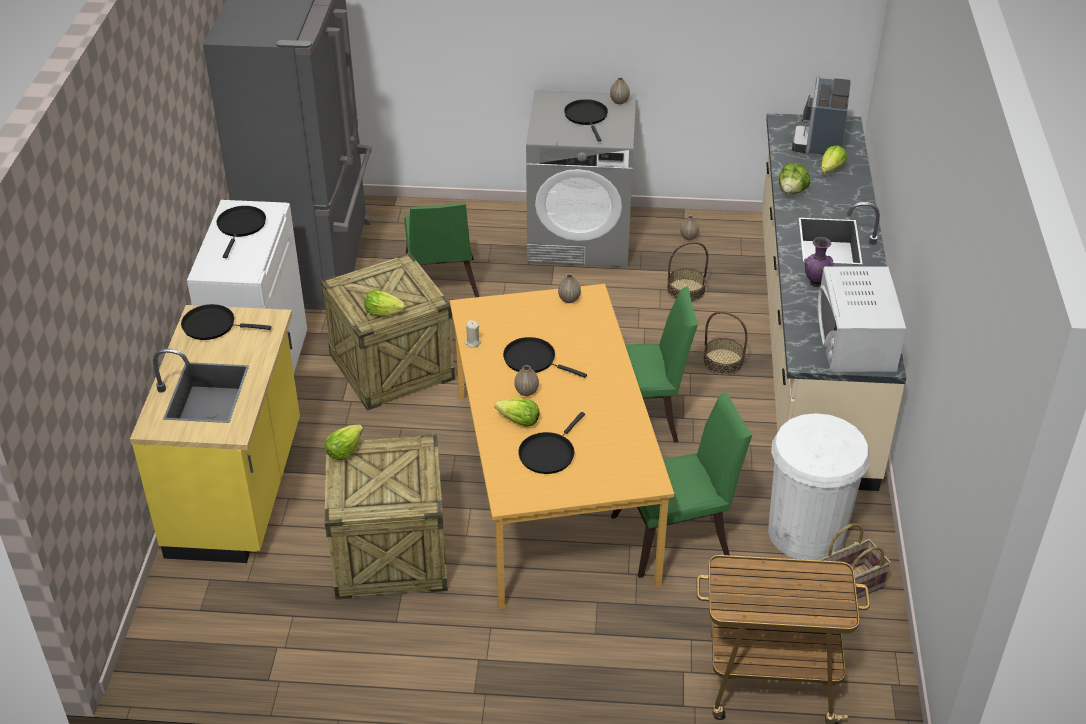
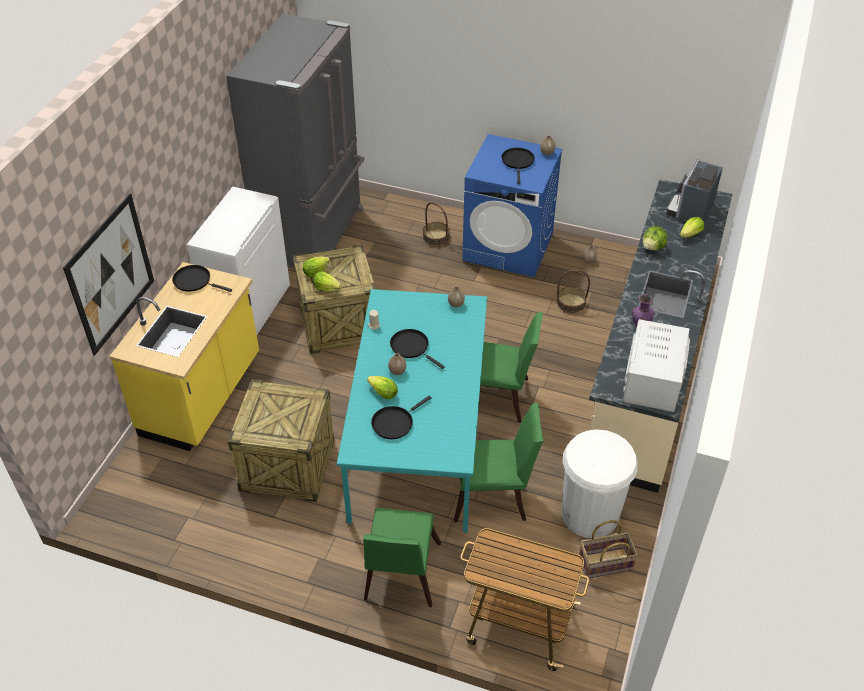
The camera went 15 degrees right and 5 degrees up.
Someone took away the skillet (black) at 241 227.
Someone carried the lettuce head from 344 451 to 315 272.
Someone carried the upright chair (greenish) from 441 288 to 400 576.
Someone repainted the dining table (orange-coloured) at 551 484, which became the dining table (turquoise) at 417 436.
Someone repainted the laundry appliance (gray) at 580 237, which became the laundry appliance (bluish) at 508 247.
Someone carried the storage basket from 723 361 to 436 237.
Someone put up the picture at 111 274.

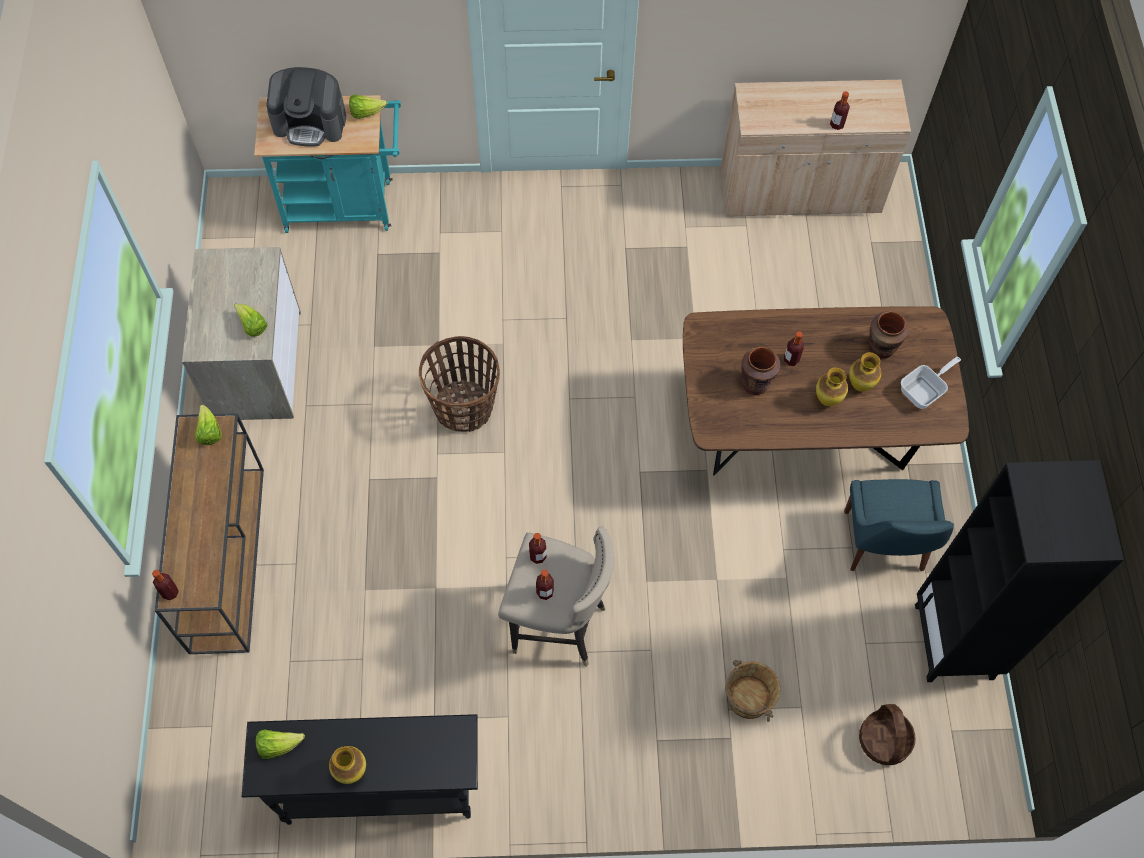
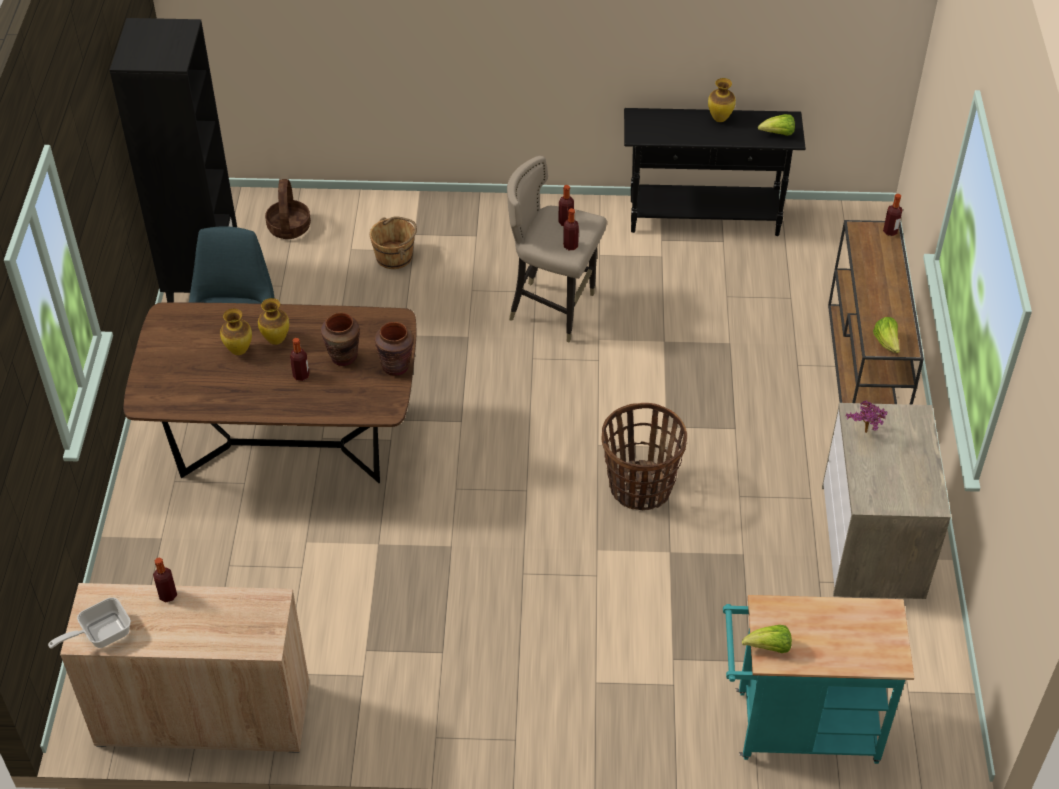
The camera went 175 degrees left and 15 degrees down.
Someone swapped the lettuce head at 252 326 for the plant in a pot at 865 434.
Someone took away the coffee brewer at 310 122.
Someone carried the vase (brown-coloured) from 881 348 to 396 366.
Someone carried the skillet from 924 391 to 100 634.

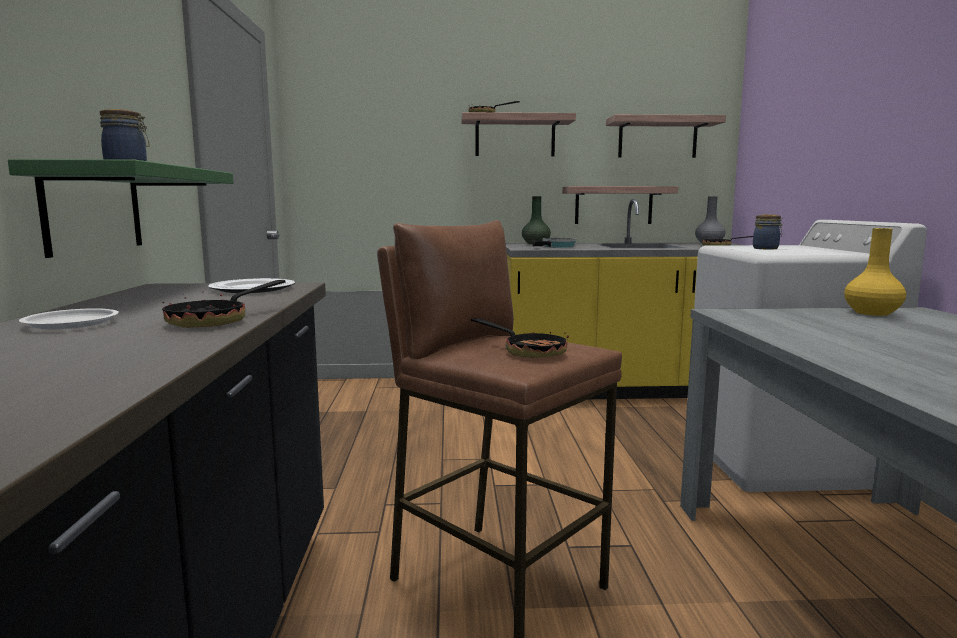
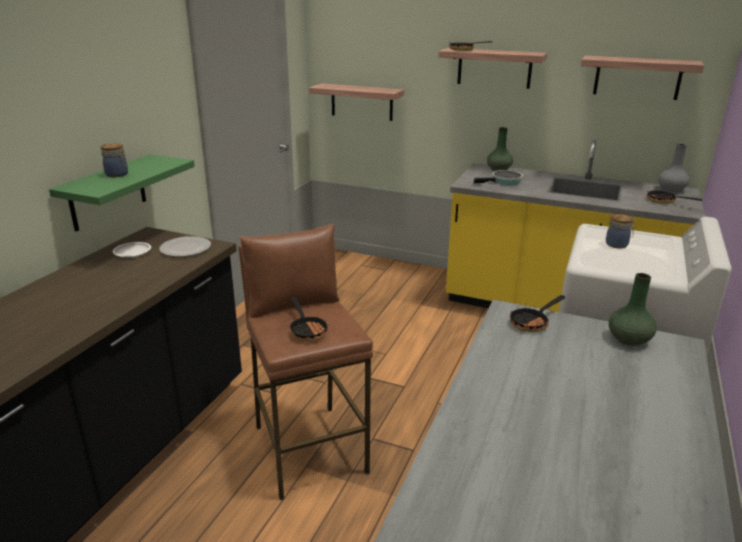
The camera went 25 degrees right and 15 degrees up.
Someone carried the dinner plate (white-coloured) from 71 324 to 132 252.
Someone carried the skillet from 217 320 to 532 322.
Someone carried the shelf from 613 205 to 361 102.
Someone repainted the vase (yellowish) at 872 313, which became the vase (greenish) at 629 339.

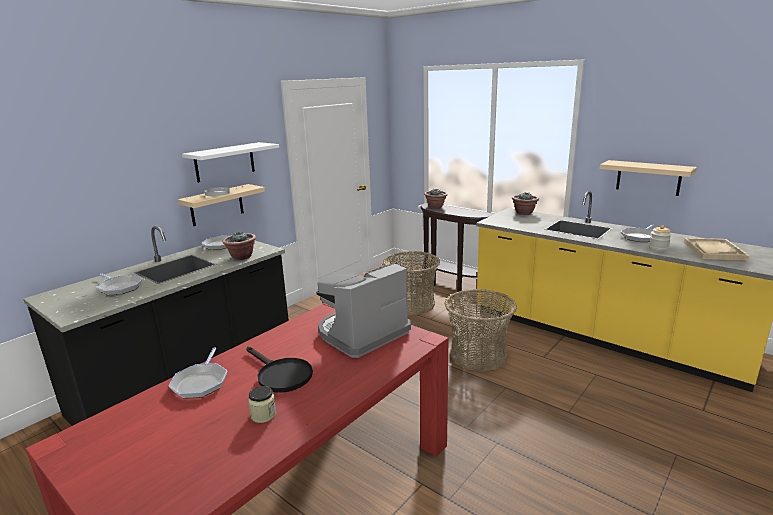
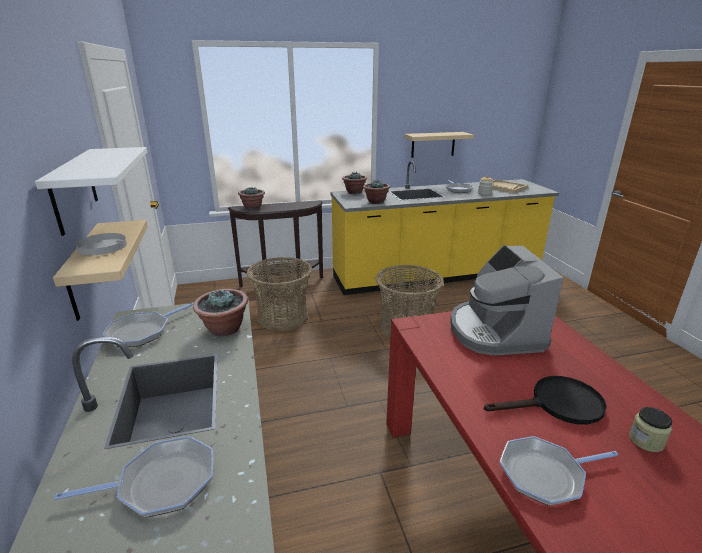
The camera went 55 degrees left and 5 degrees up.
Someone rotated the skillet at 201 382 by 135 degrees clockwise.
Someone put down the plant in a pot at 376 202.

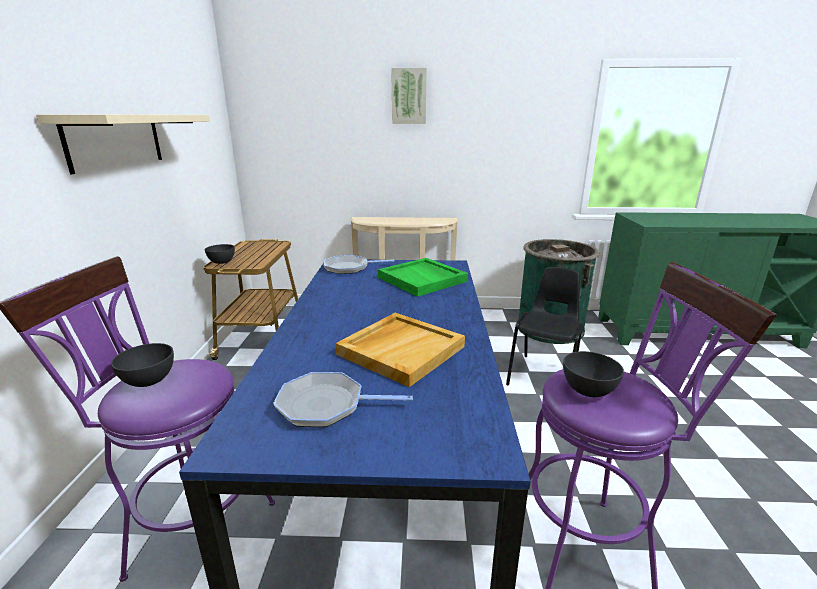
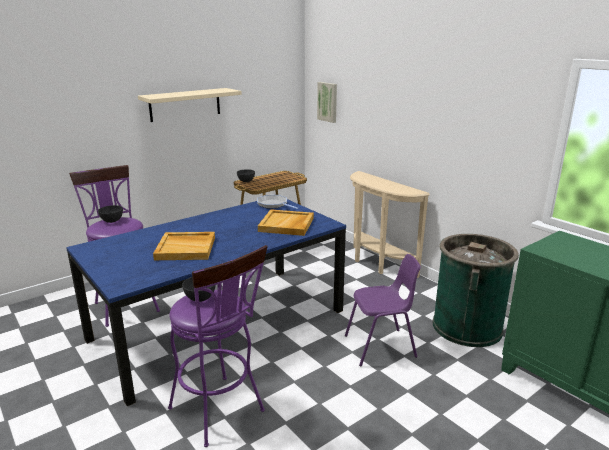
The camera went 50 degrees right and 0 degrees up.
Someone took away the skillet at 326 405.
Someone repainted the carrying tray (greenish) at 423 279, which became the carrying tray (beige) at 286 225.
Someone carried the picture from 409 96 to 328 102.
Someone repainted the upright chair (black) at 543 376, which became the upright chair (purplish) at 381 347.

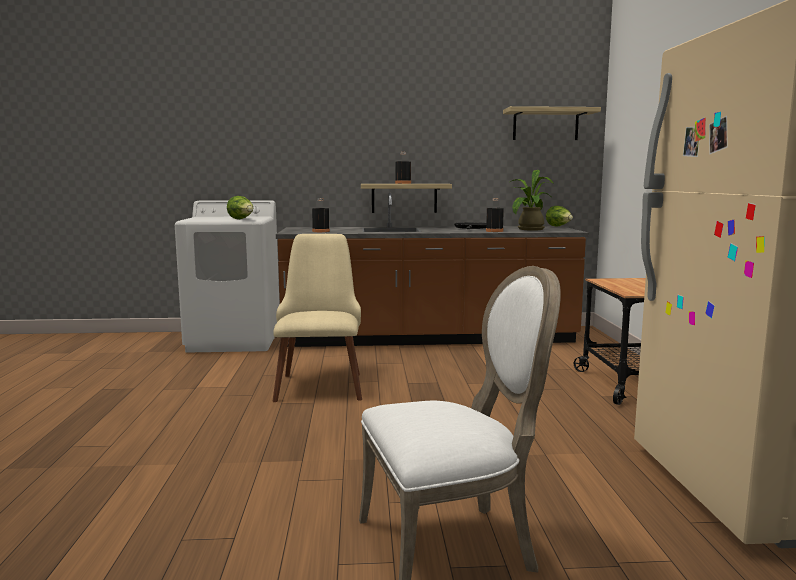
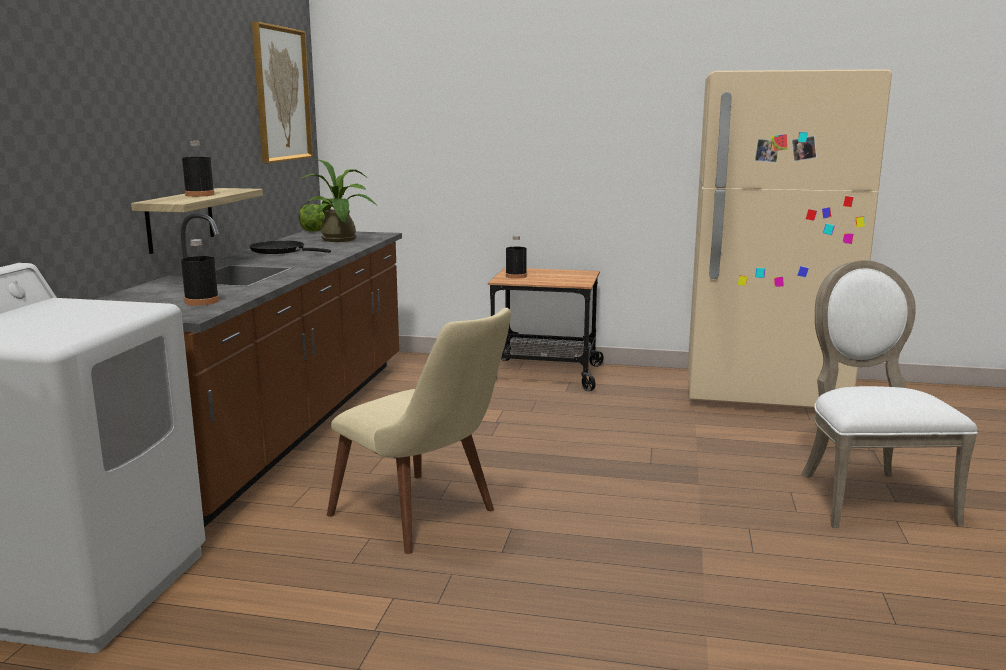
The camera went 75 degrees left and 5 degrees up.
Someone took away the lettuce head at 241 219.
Someone rotated the upright chair (beige) at 320 382 by 150 degrees counterclockwise.
Someone carried the drink bottle (black) from 494 231 to 516 276.
Someone swapped the shelf at 545 125 for the picture at 281 94.

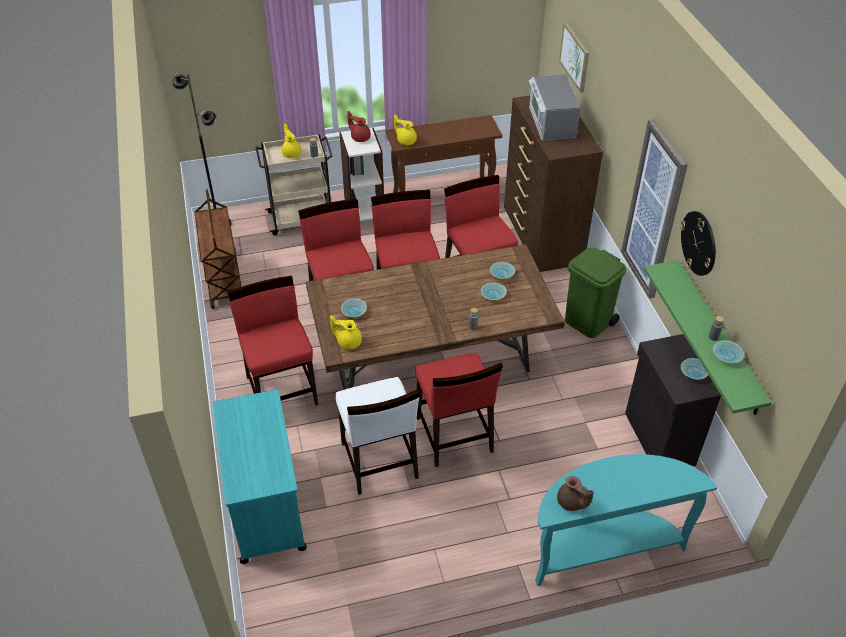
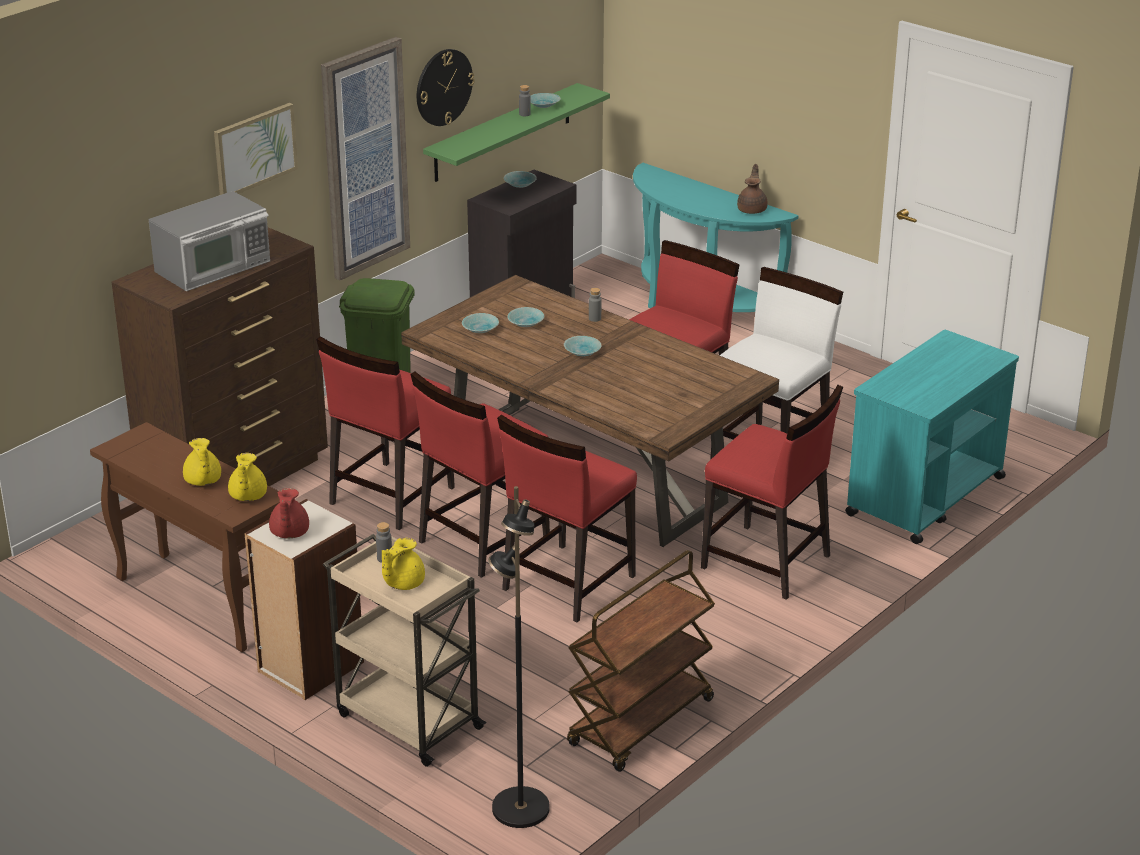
The camera went 125 degrees left and 15 degrees down.
Someone rotated the upright chair (reddish) at 282 389 by 90 degrees counterclockwise.
Someone carried the tea pot (yellowish) from 348 341 to 202 481.
Someone carried the deep dish (turquoise) from 354 312 to 583 352.
Someone carried the picture from 575 57 to 254 150.

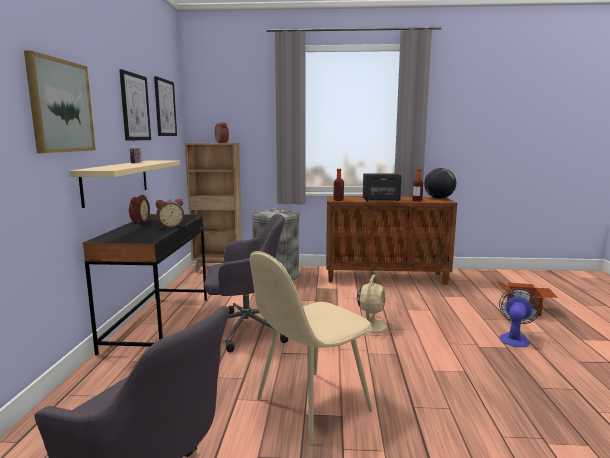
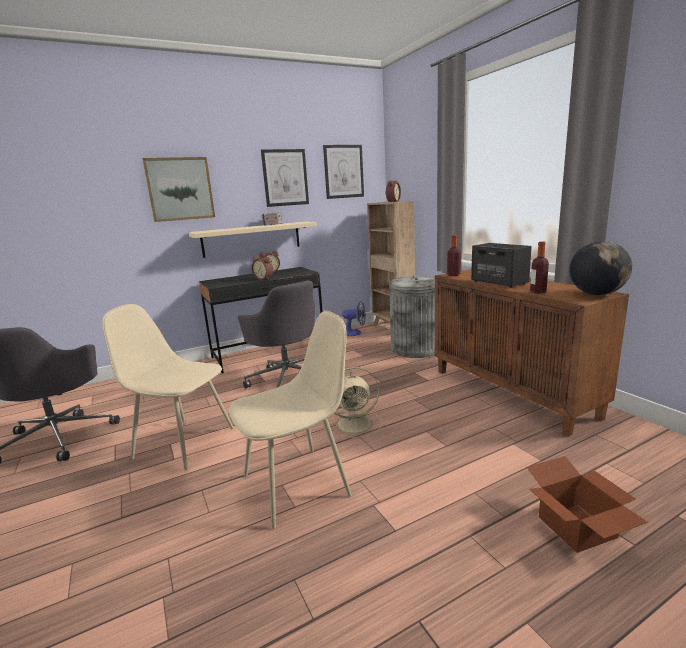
The camera went 60 degrees right and 5 degrees up.
Someone carried the cooling fan from 514 338 to 355 333.
Someone put down the upright chair (beige) at 298 484.

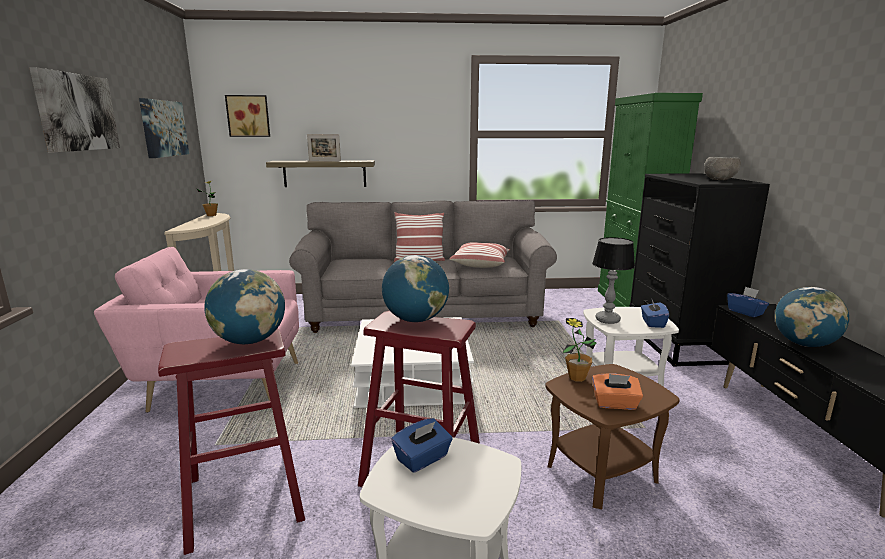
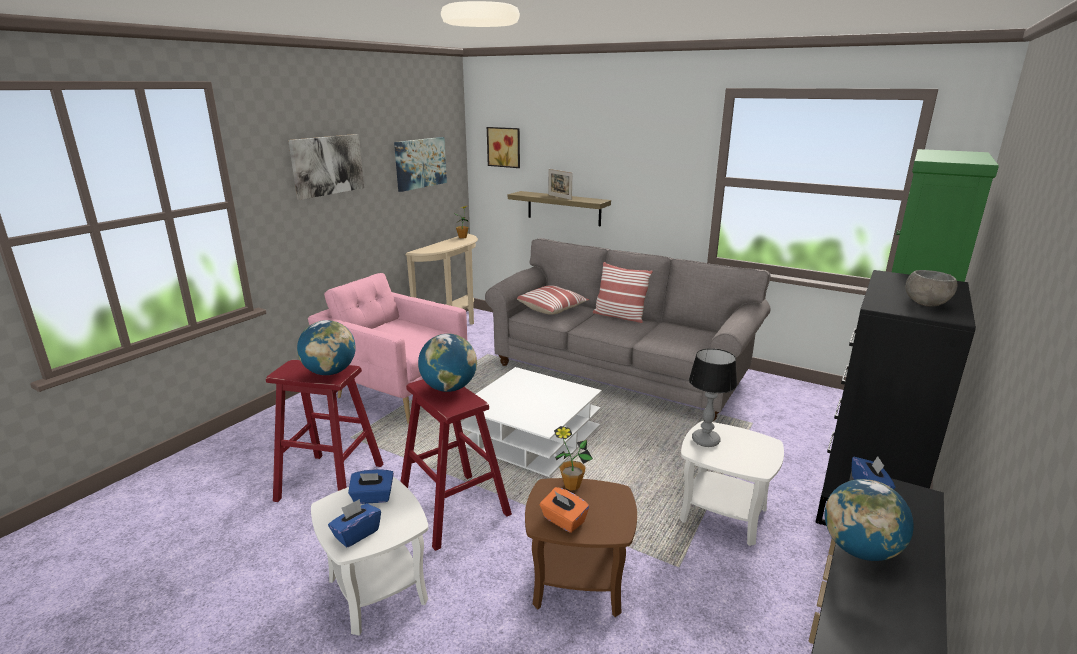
The camera went 35 degrees right and 5 degrees up.
Someone carried the pillow from 480 264 to 552 308.
Someone carried the box of tissues (bluish) from 652 323 to 356 534.

